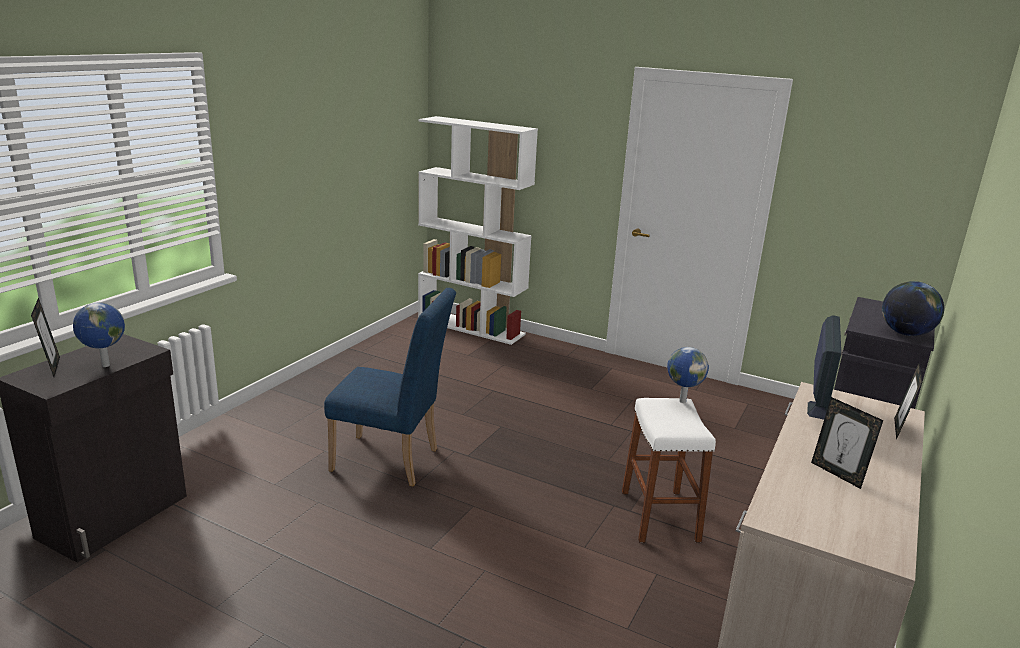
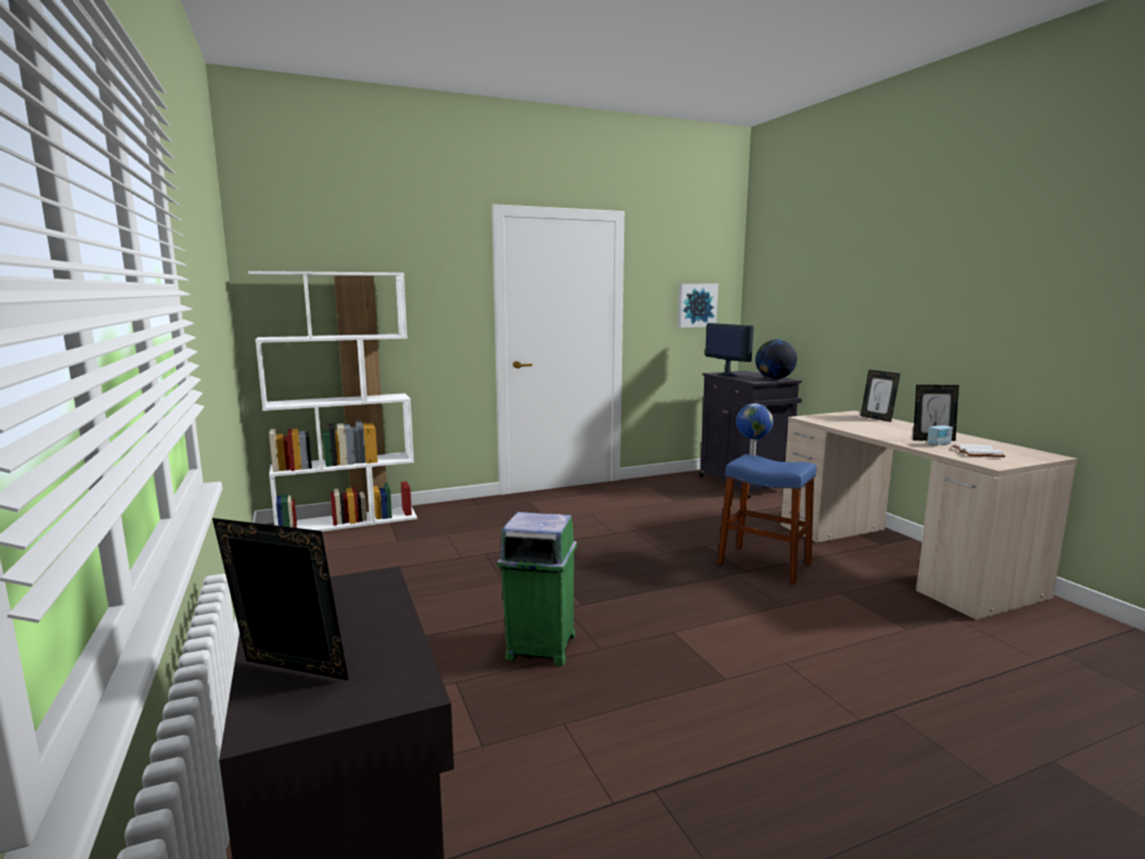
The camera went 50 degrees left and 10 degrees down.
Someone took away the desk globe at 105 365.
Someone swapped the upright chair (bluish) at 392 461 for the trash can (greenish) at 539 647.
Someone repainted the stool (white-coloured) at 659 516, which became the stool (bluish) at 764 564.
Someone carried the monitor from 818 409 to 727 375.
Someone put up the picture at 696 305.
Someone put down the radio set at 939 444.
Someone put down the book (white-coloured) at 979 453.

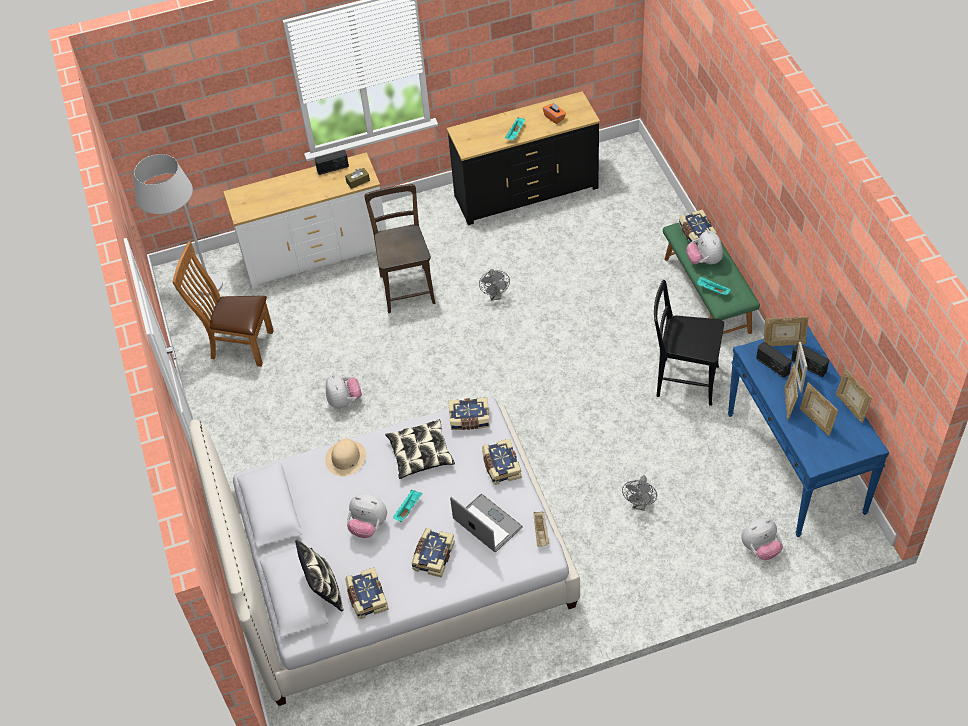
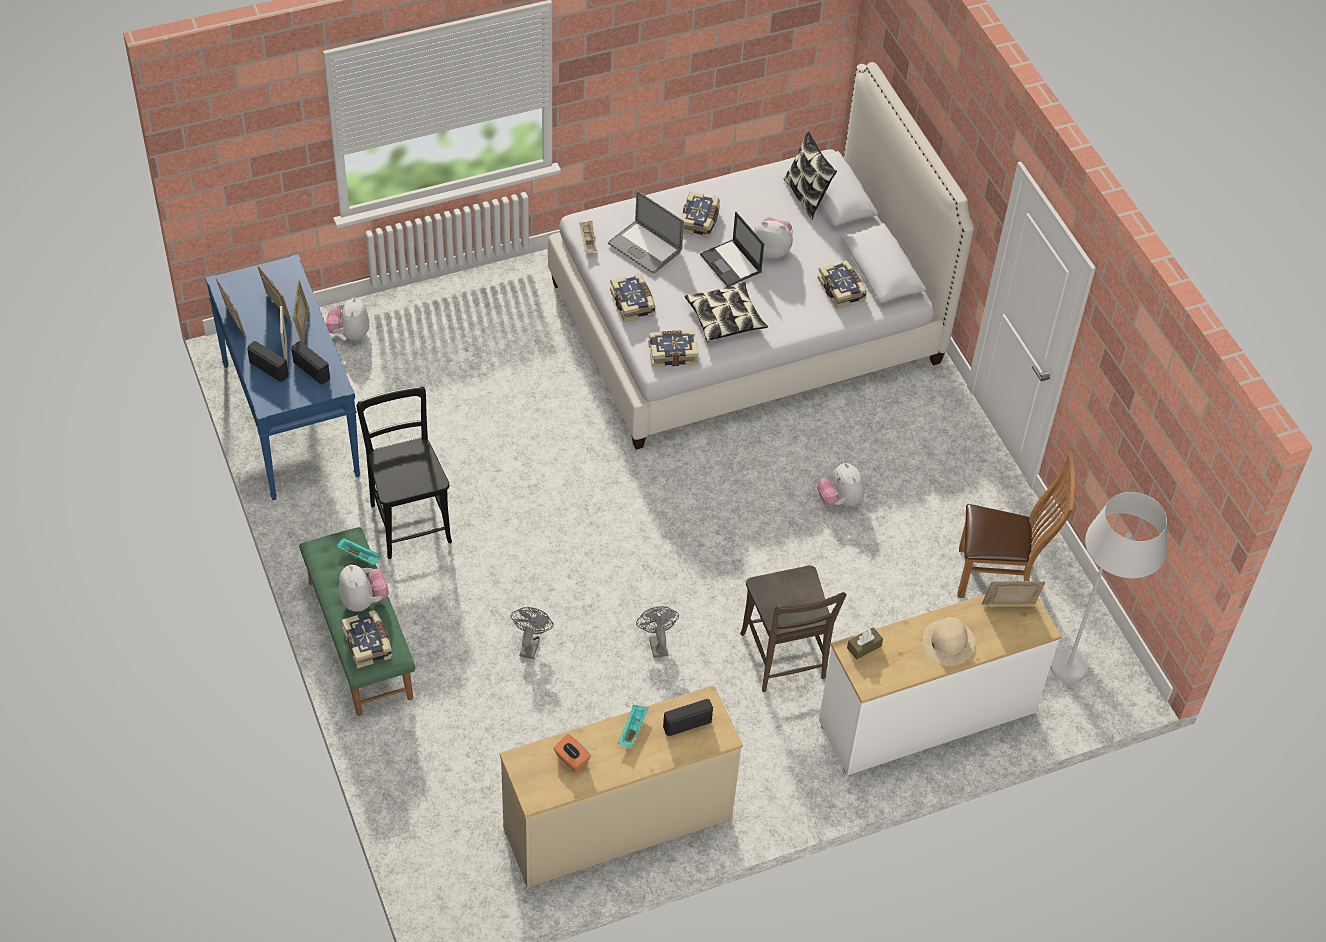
The camera went 170 degrees right and 0 degrees up.
Someone carried the radio set from 333 168 to 687 724.
Someone carried the clothing hat (beige) from 346 458 to 948 641.
Someone carried the book from 366 598 to 842 290.
Someone swapped the carrying tray (turquoise) at 408 509 for the laptop at 731 264.
Someone repainted the dresser (black) at 526 192, which became the dresser (beige) at 618 824.
Someone carried the cooling fan (gray) from 640 504 to 530 644.
Someone rotated the upright chair (black) at 683 380 by 120 degrees counterclockwise.
Someone rotated the soft toy at 760 548 by 60 degrees counterclockwise.
Someone carried the photo frame from 783 343 to 1009 607.

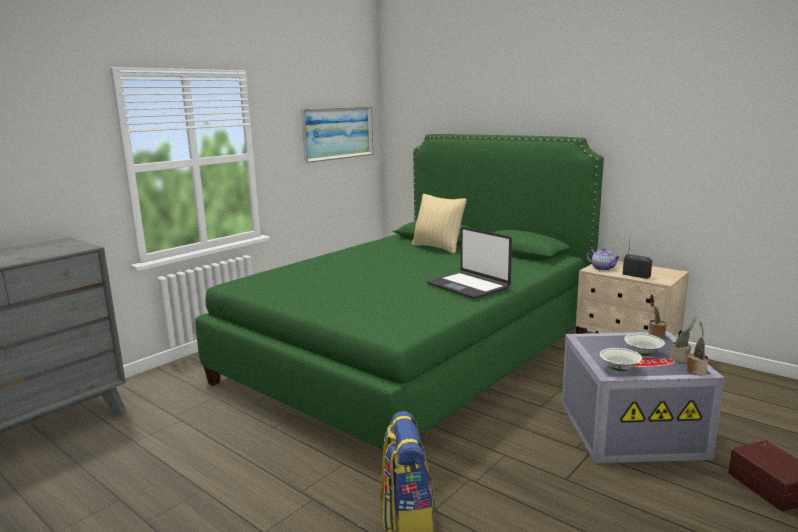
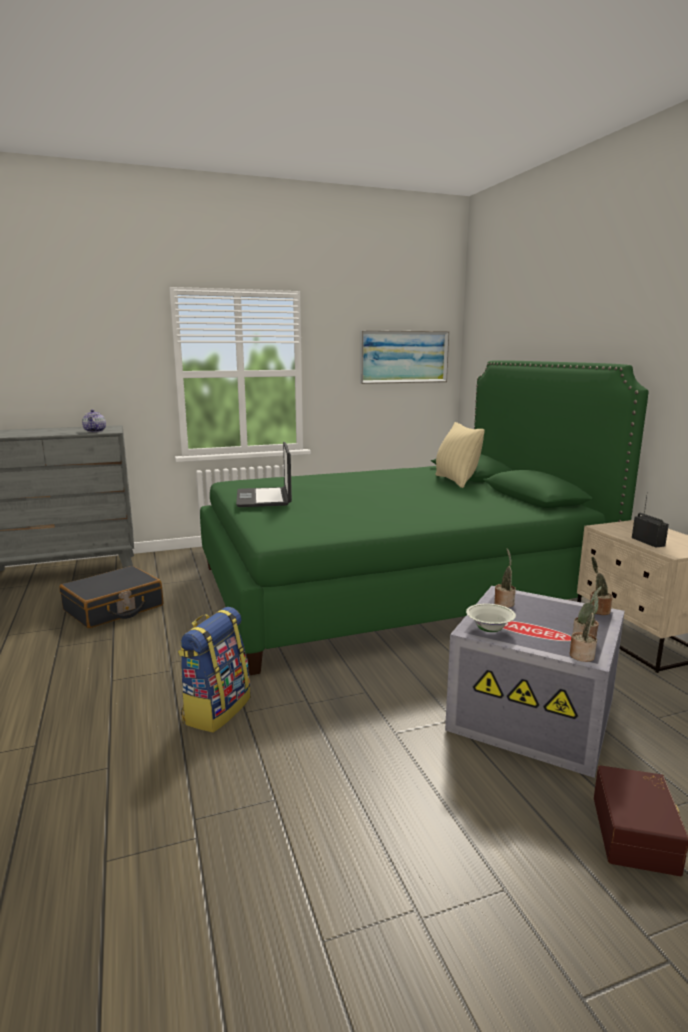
The camera went 30 degrees right and 0 degrees up.
Someone carried the laptop from 468 286 to 264 498.
Someone carried the tea pot from 602 268 to 95 431.
Someone took away the deep dish (white-coloured) at 643 354.
Someone put down the piece of luggage (black) at 114 608.
Someone put down the plant in a pot at 504 603.

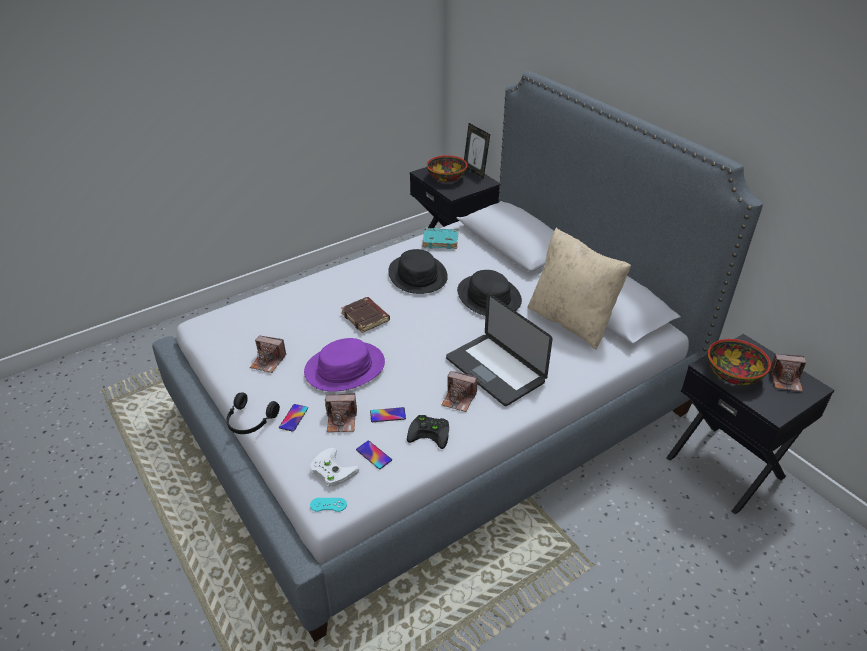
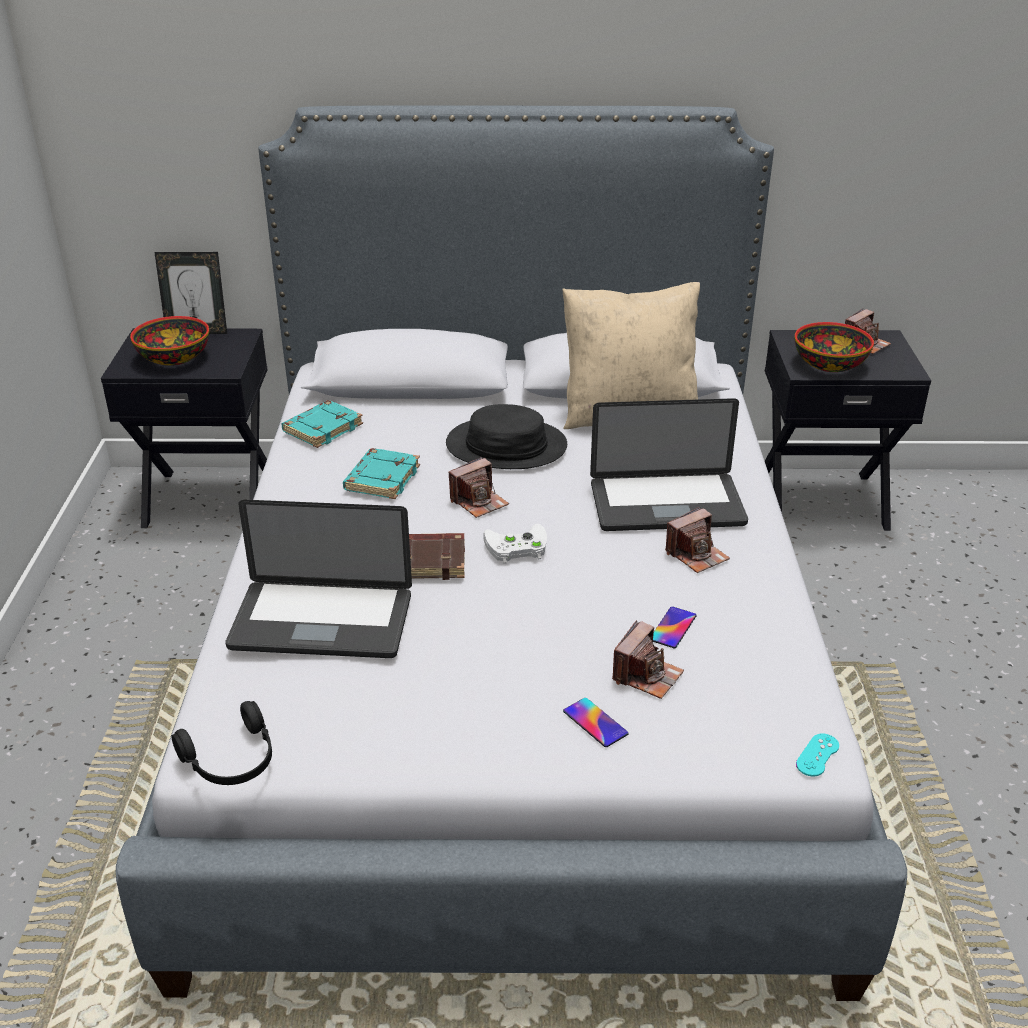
The camera went 55 degrees left and 5 degrees down.
Someone carried the headphones (black) from 250 421 to 232 760.
Someone carried the still camera from 268 361 to 479 502.
Someone took away the clothing hat (purplish) at 345 368.
Someone carried the joypad (white-coloured) from 331 470 to 515 548.
Someone took away the phone at 373 455.
Someone swapped the clothing hat (black) at 418 275 for the book (turquoise) at 381 478.
Someone took away the joypad (black) at 431 433.
Someone put down the laptop at 321 622.

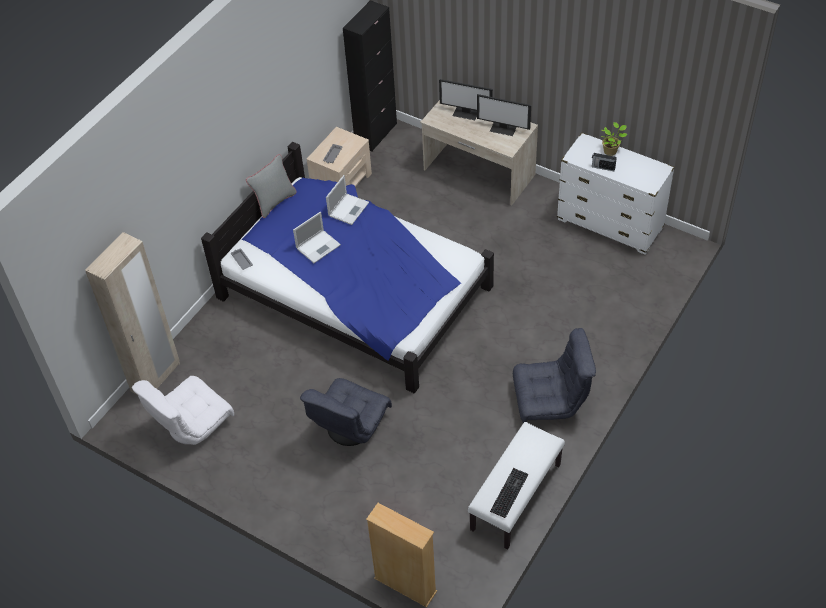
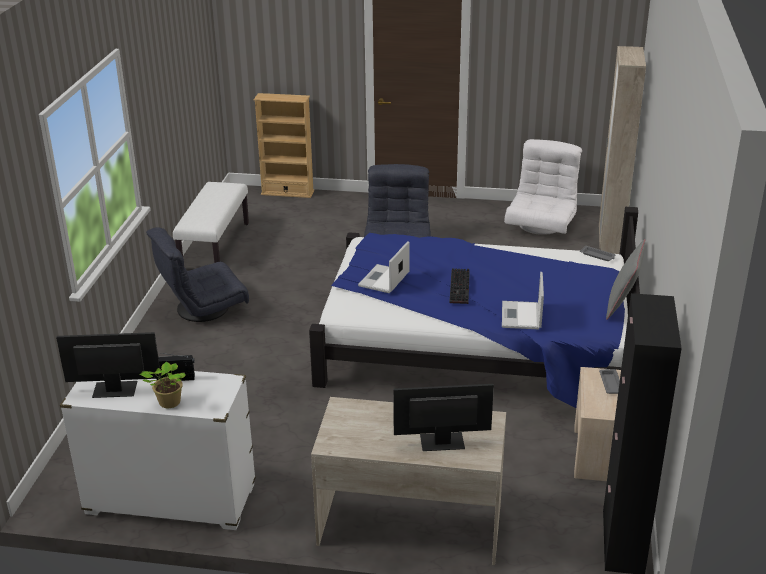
The camera went 155 degrees right and 20 degrees down.
Someone carried the laptop from 319 246 to 383 280.
Someone carried the monitor from 503 128 to 114 390.
Someone carried the computer keyboard from 508 492 to 460 288.

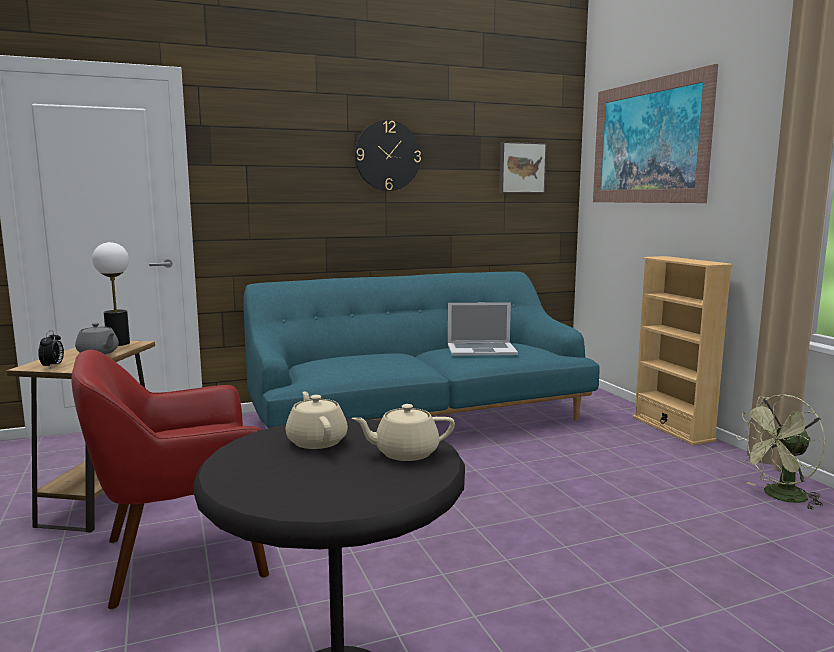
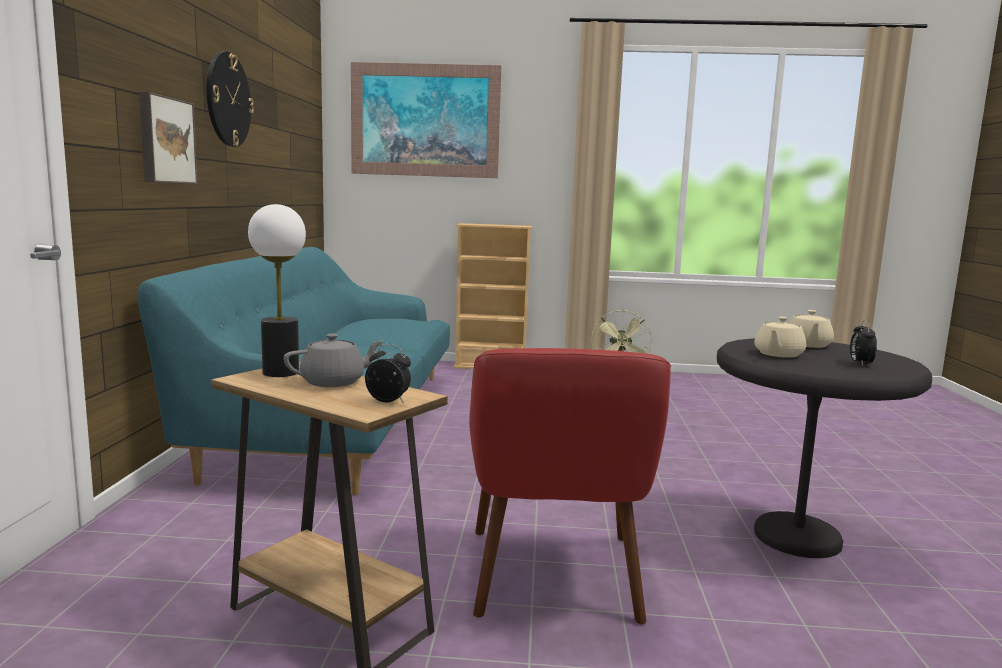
The camera went 65 degrees left and 0 degrees up.
Someone rotated the tea pot (beige) at 317 441 by 60 degrees counterclockwise.
Someone took away the laptop at 481 349.
Someone carried the picture from 521 168 to 165 140.
Someone put down the alarm clock at 860 364.

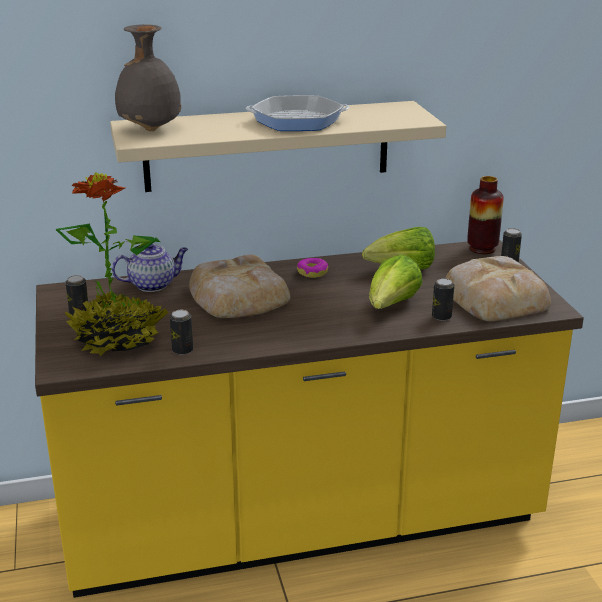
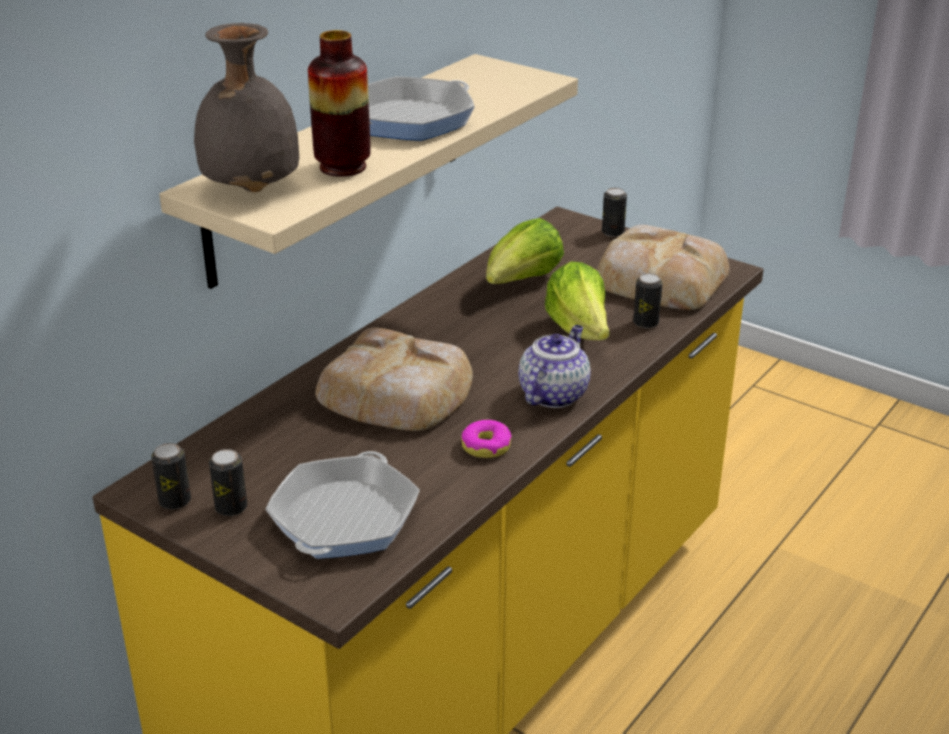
The camera went 40 degrees left and 5 degrees up.
Someone swapped the plant in a pot at 118 339 for the skillet at 344 517.
Someone carried the tea pot from 153 284 to 553 394.
Someone carried the metal can from 182 350 to 175 501.
Someone carried the doughnut from 312 272 to 486 446.
Someone carried the vase from 482 249 to 343 167.

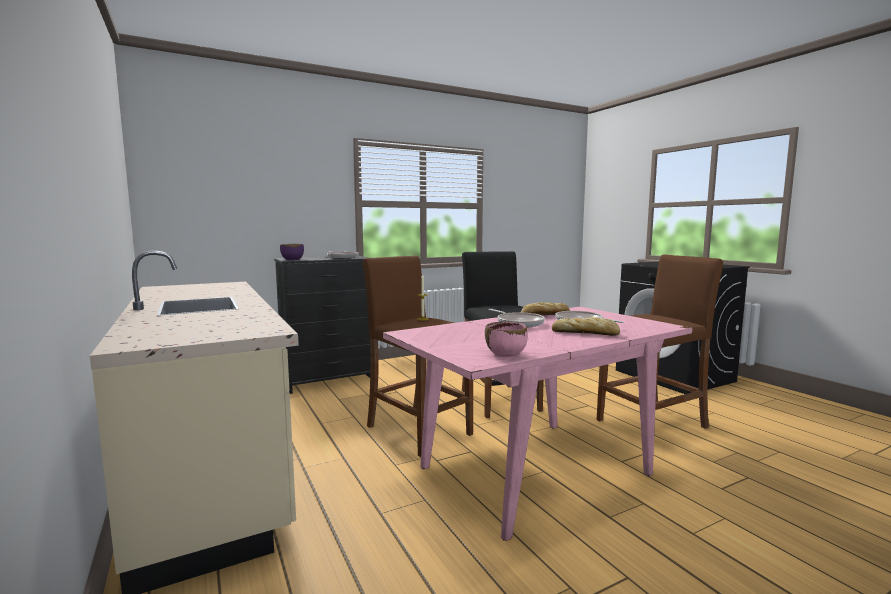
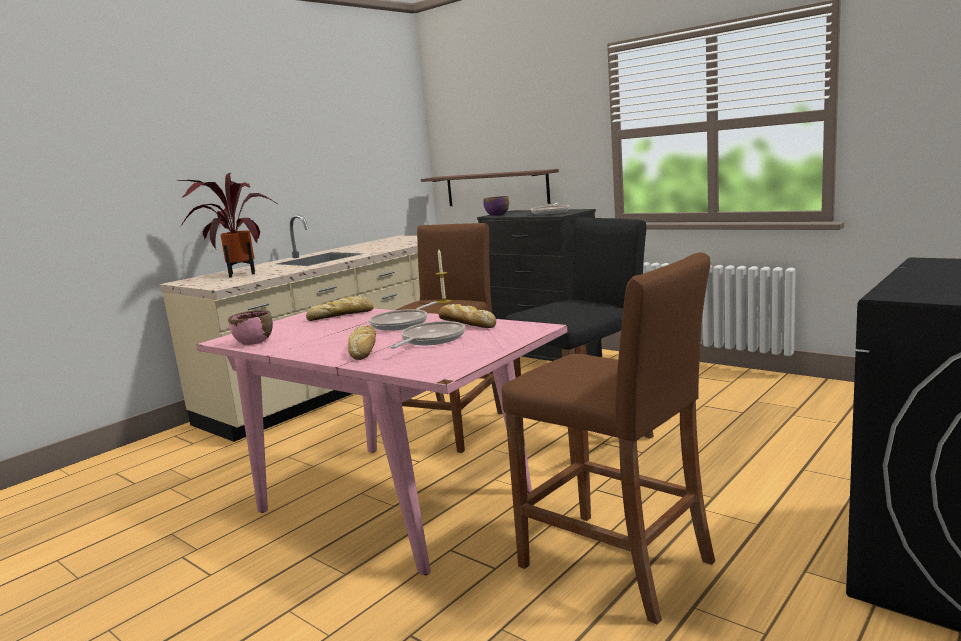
The camera went 70 degrees right and 5 degrees up.
Someone put down the plant in a pot at 238 274.
Someone put down the bakery bread at 342 315.
Someone put up the shelf at 496 189.

